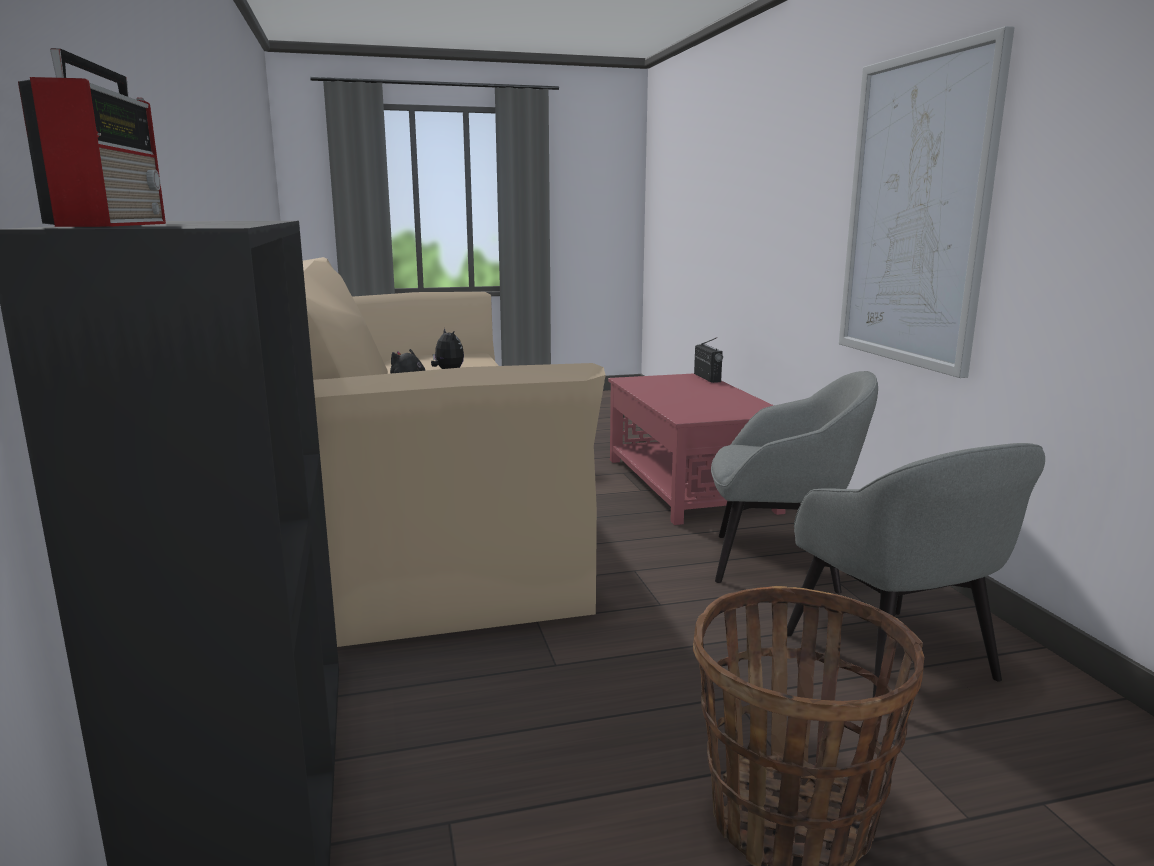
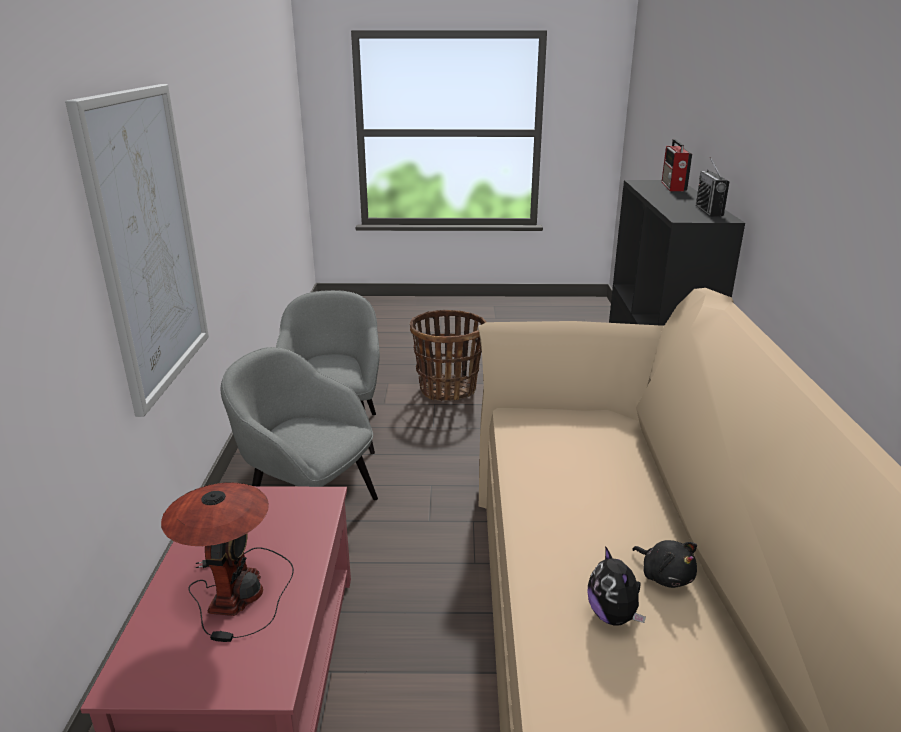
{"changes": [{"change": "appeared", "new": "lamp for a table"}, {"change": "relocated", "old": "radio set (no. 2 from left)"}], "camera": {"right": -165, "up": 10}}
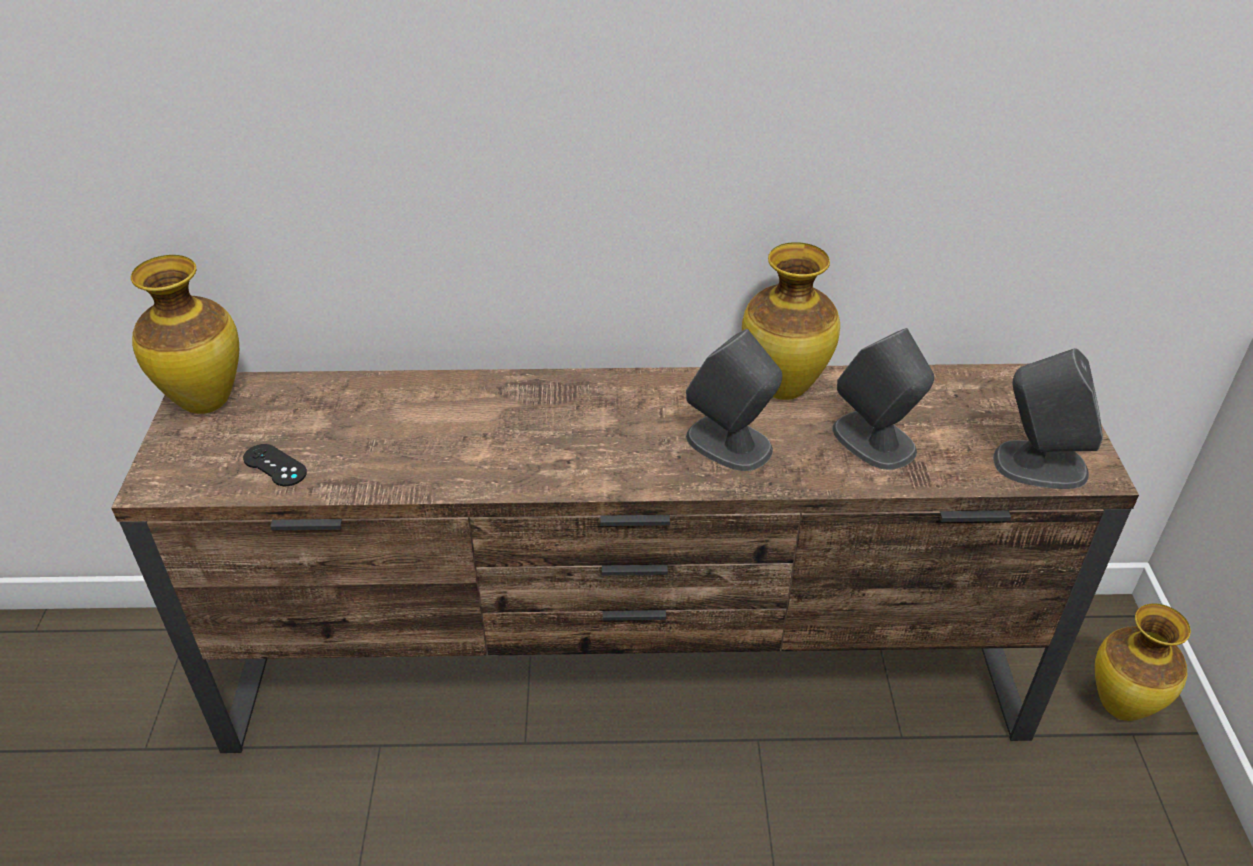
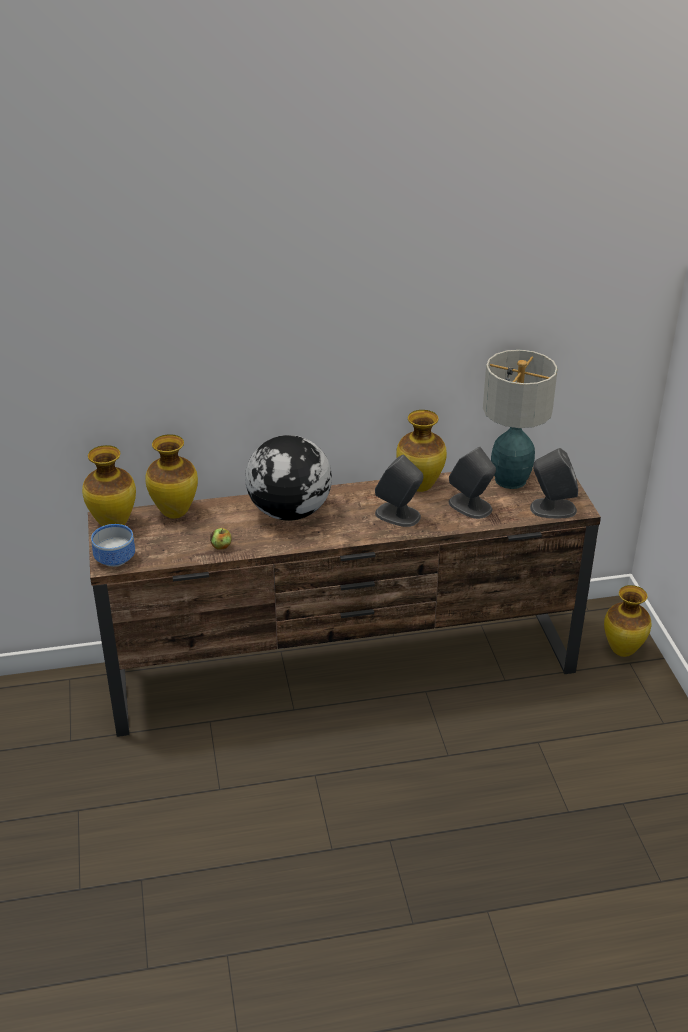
{"changes": [{"change": "appeared", "new": "bowl"}, {"change": "appeared", "new": "vase (no. 2 from left)"}, {"change": "appeared", "new": "whole apple"}, {"change": "appeared", "new": "world globe"}, {"change": "appeared", "new": "lamp for a table"}, {"change": "missing", "old": "black-coloured gamepad"}], "camera": {"right": -10, "up": -5}}
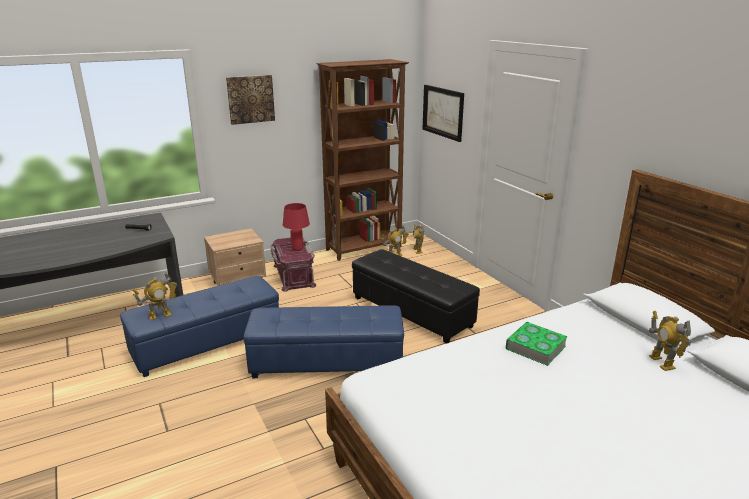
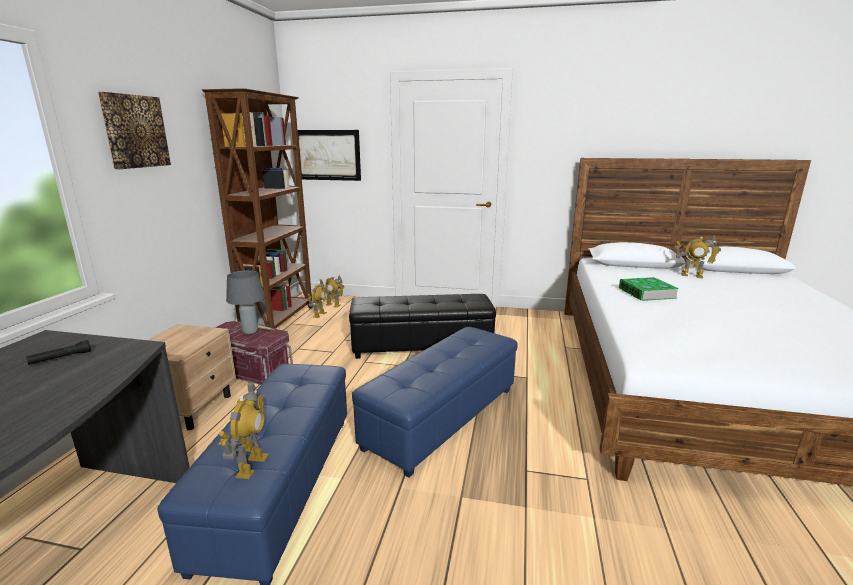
{"changes": [{"change": "colour", "old": "red lamp for a table", "new": "gray lamp for a table"}], "camera": {"right": -50, "up": -5}}
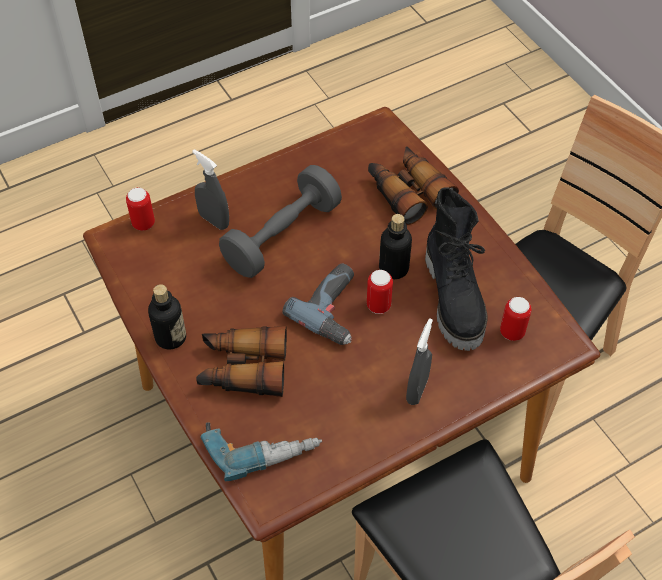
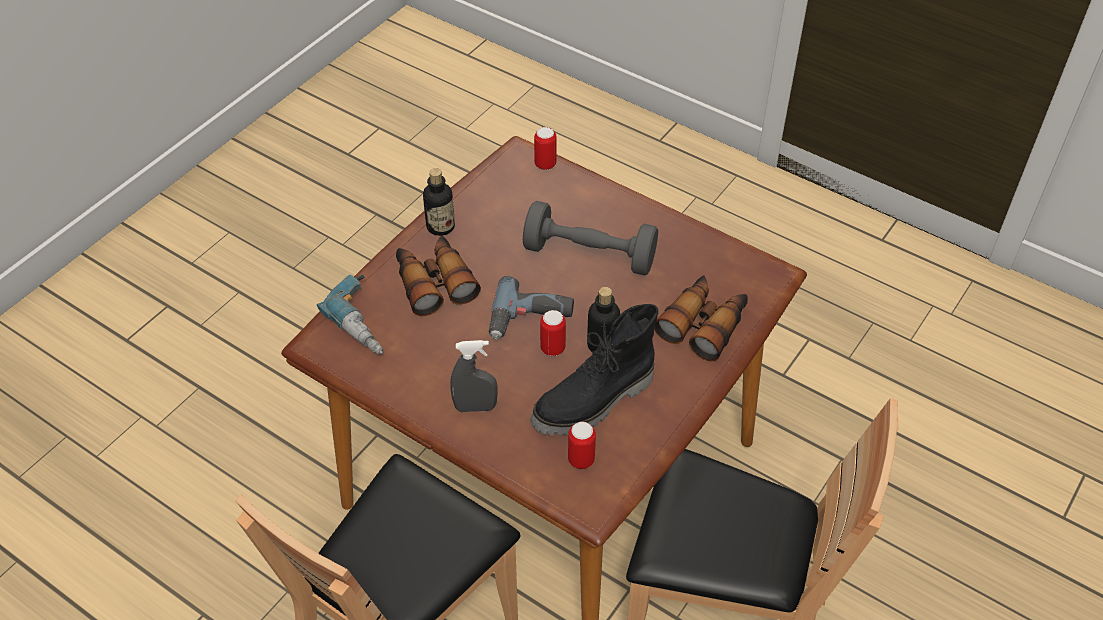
{"changes": [{"change": "missing", "old": "gray hand sprayer (no. 1 from left)"}], "camera": {"right": 65, "up": -5}}
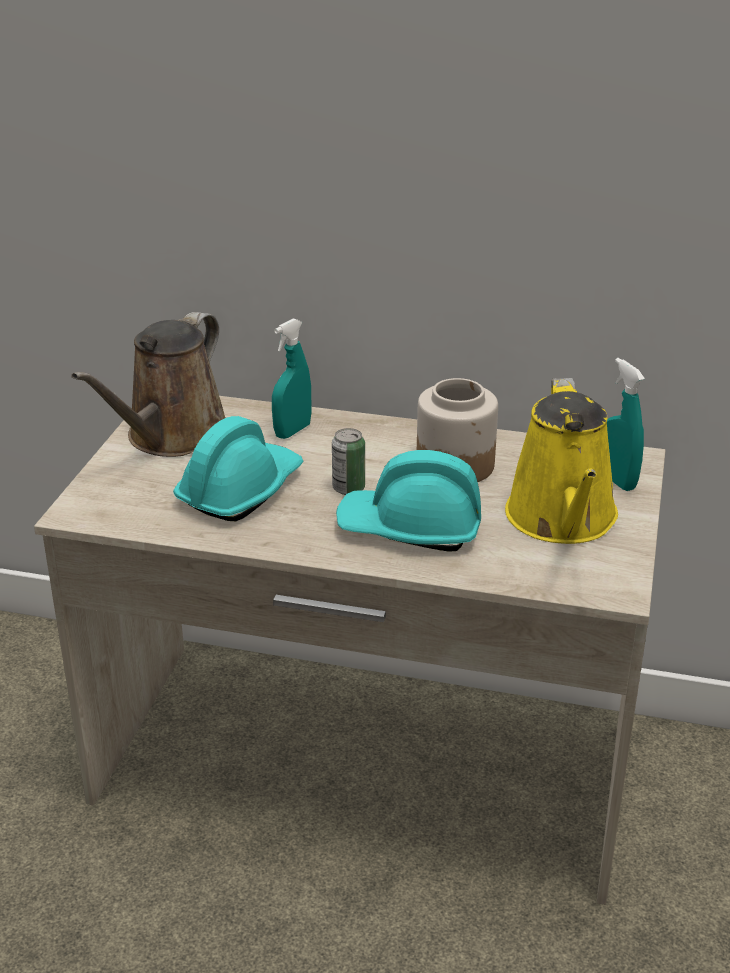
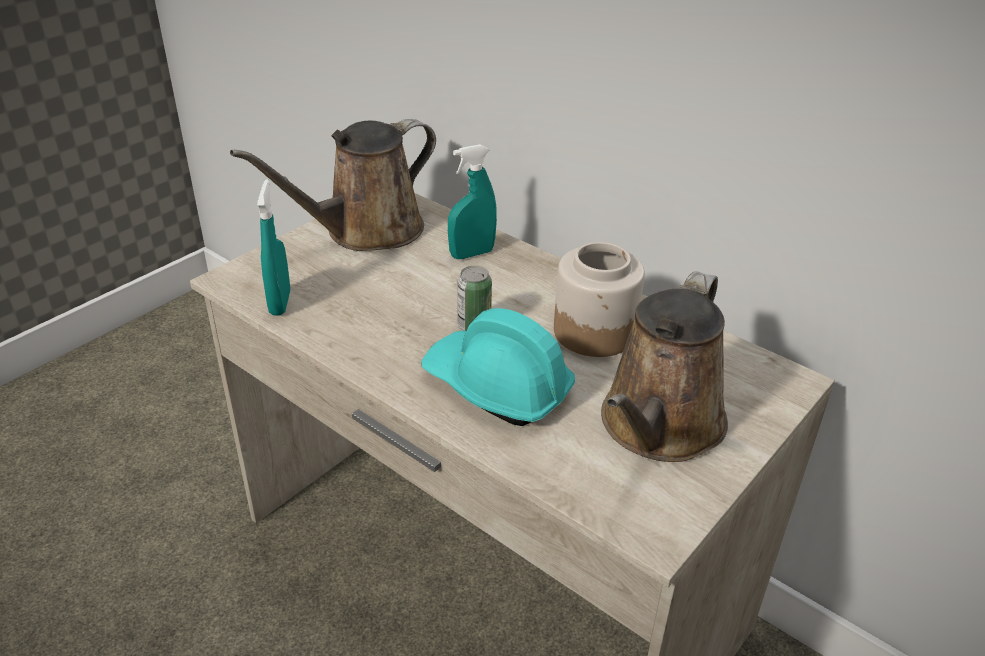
{"changes": [{"change": "relocated", "old": "turquoise hand sprayer (no. 2 from left in the first image)", "new": "turquoise hand sprayer (no. 1 from left)"}, {"change": "colour", "old": "yellow sprinkling can", "new": "brown-coloured sprinkling can (no. 2 from left)"}, {"change": "missing", "old": "turquoise work helmet (no. 1 from left)"}], "camera": {"right": 25, "up": 5}}
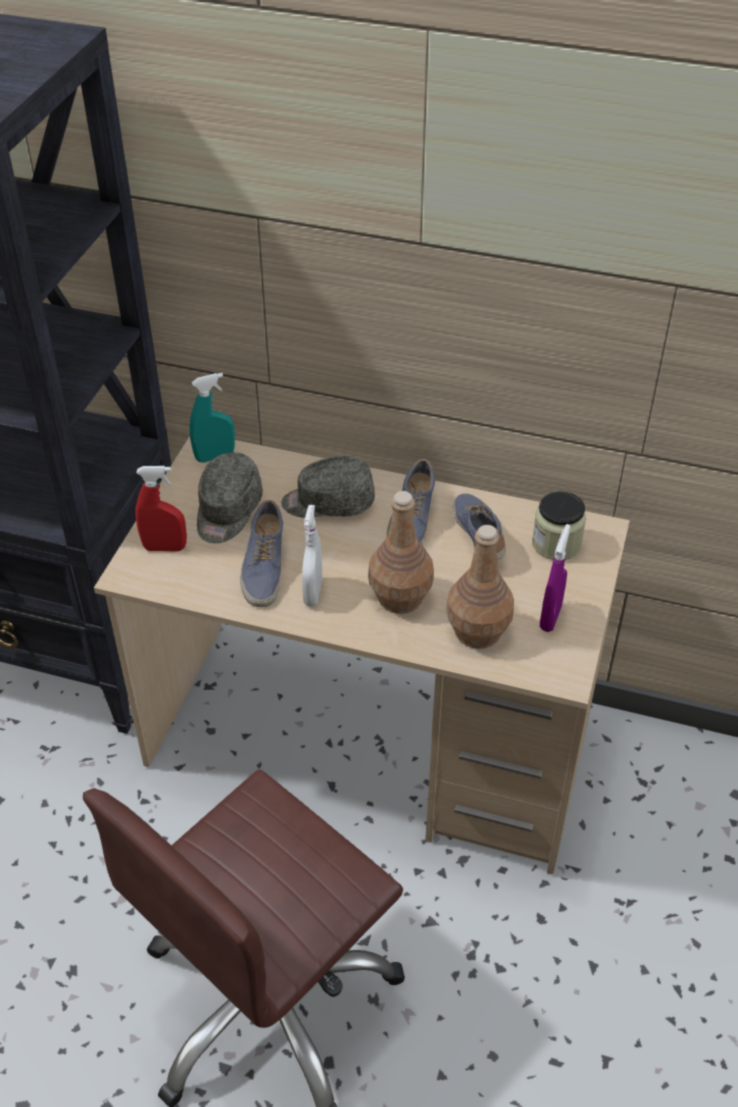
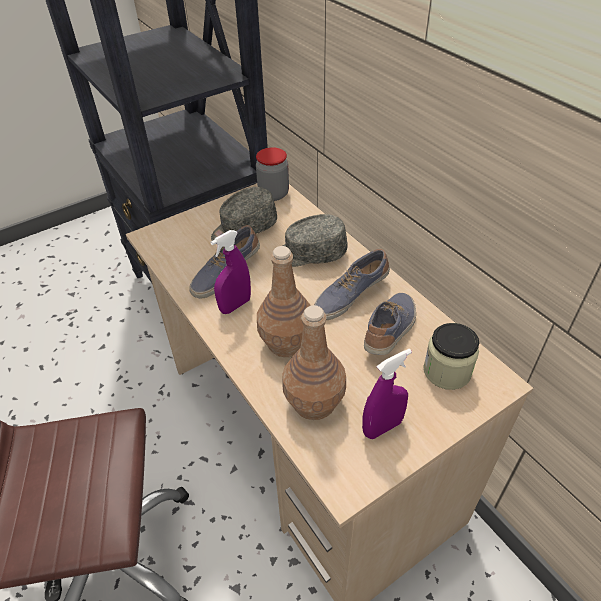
{"changes": [{"change": "colour", "old": "whitish hand sprayer", "new": "purple-coloured hand sprayer (no. 1 from left)"}, {"change": "exchanged", "old": "turquoise hand sprayer", "new": "jar (no. 1 from left)"}, {"change": "spun", "old": "gray baseball cap (no. 2 from left)", "degrees": -45}, {"change": "missing", "old": "red hand sprayer"}], "camera": {"right": 40, "up": 0}}
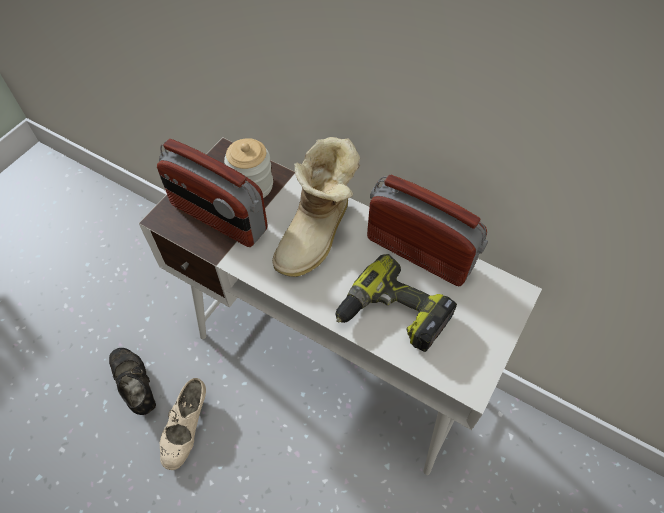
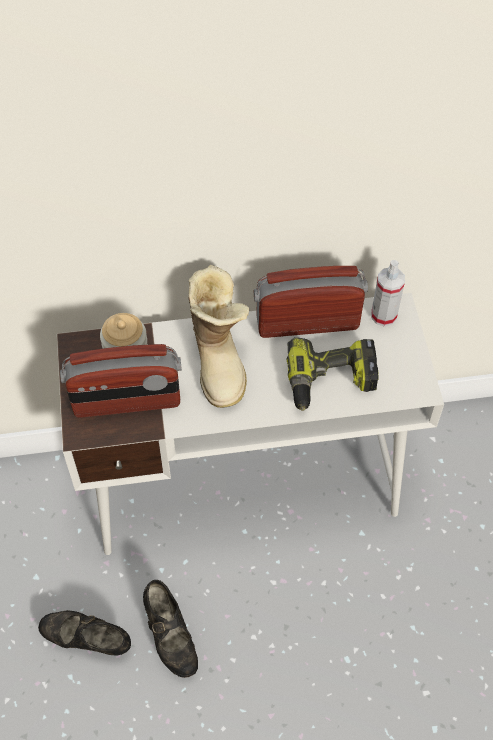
{"changes": [{"change": "colour", "old": "beige low shoe", "new": "black-coloured low shoe (no. 2 from left)"}, {"change": "appeared", "new": "hand sprayer"}], "camera": {"right": -40, "up": 0}}
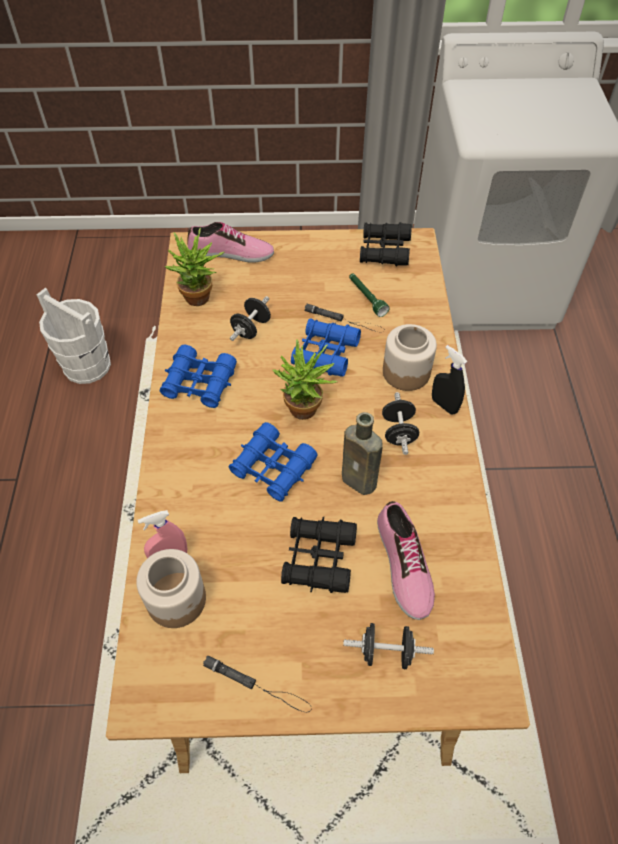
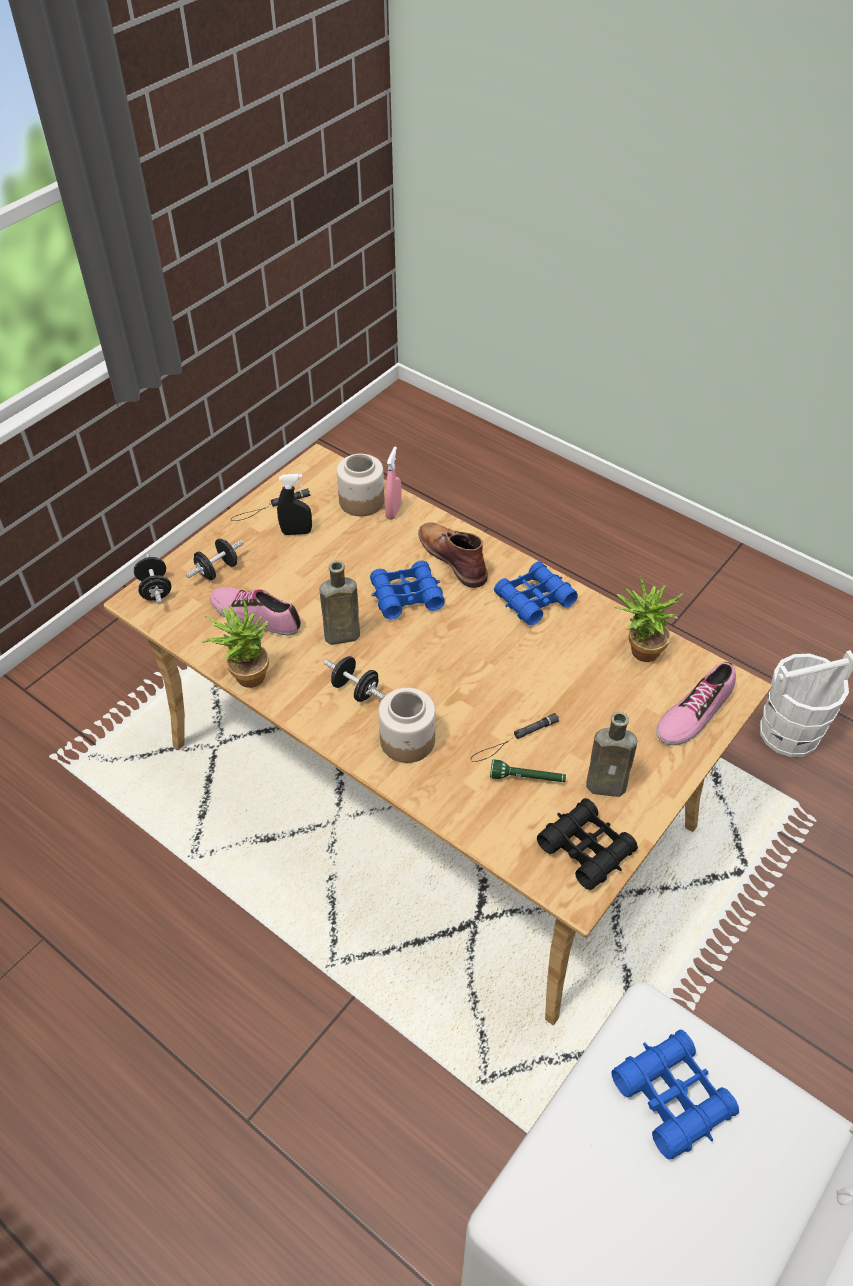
{"changes": [{"change": "relocated", "old": "black-coloured free weight (no. 1 from left)"}, {"change": "relocated", "old": "houseplant (no. 2 from left in the first image)", "new": "houseplant (no. 1 from left)"}, {"change": "relocated", "old": "black-coloured hand sprayer"}, {"change": "appeared", "new": "brown-coloured boot"}, {"change": "appeared", "new": "brown-coloured beverage bottle (no. 2 from left)"}, {"change": "relocated", "old": "blue field glasses (no. 3 from left)"}, {"change": "missing", "old": "black-coloured field glasses (no. 1 from left)"}], "camera": {"right": 130, "up": -5}}
